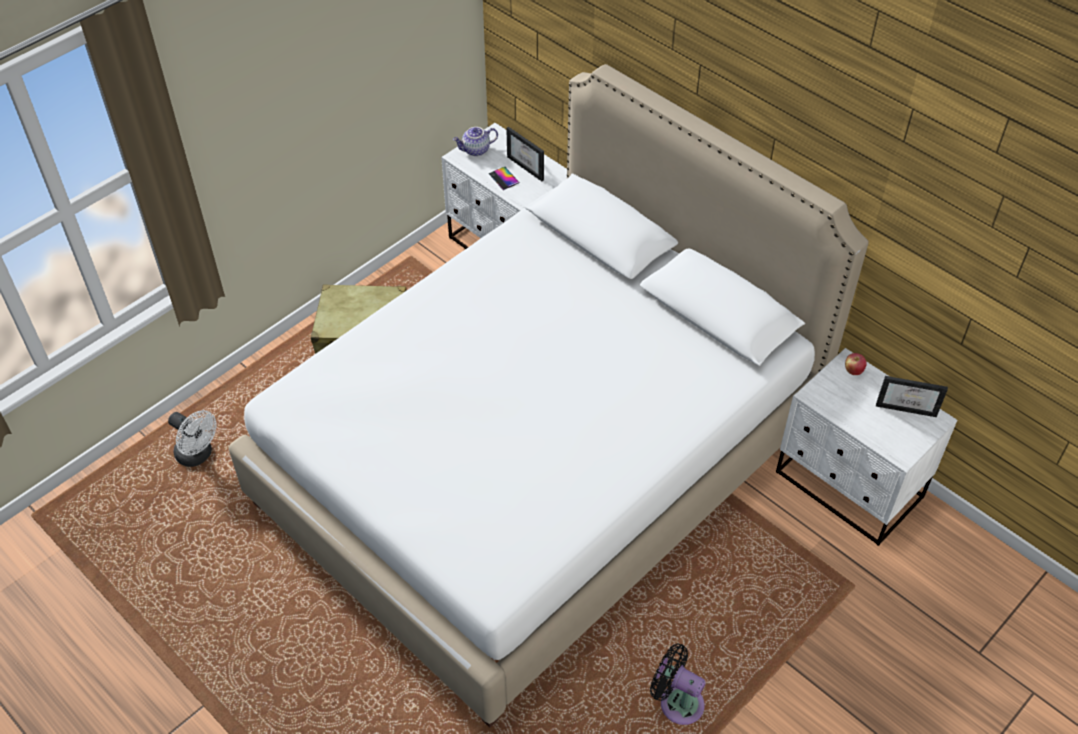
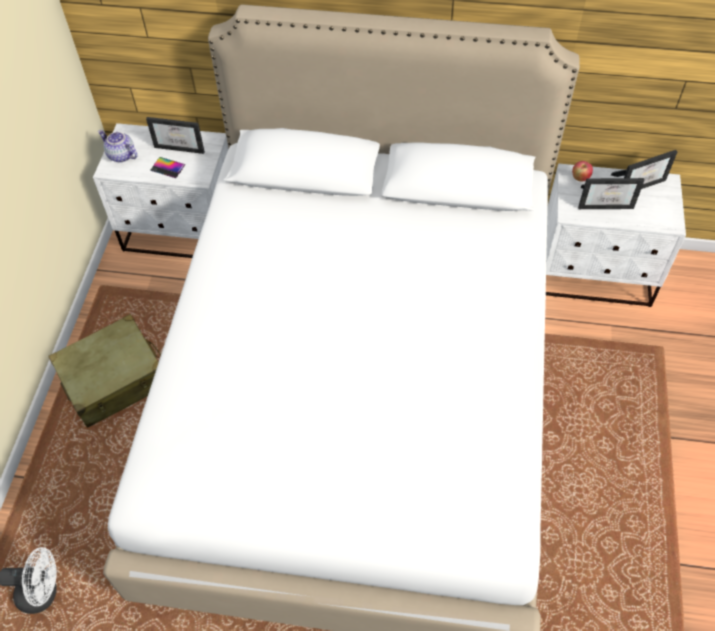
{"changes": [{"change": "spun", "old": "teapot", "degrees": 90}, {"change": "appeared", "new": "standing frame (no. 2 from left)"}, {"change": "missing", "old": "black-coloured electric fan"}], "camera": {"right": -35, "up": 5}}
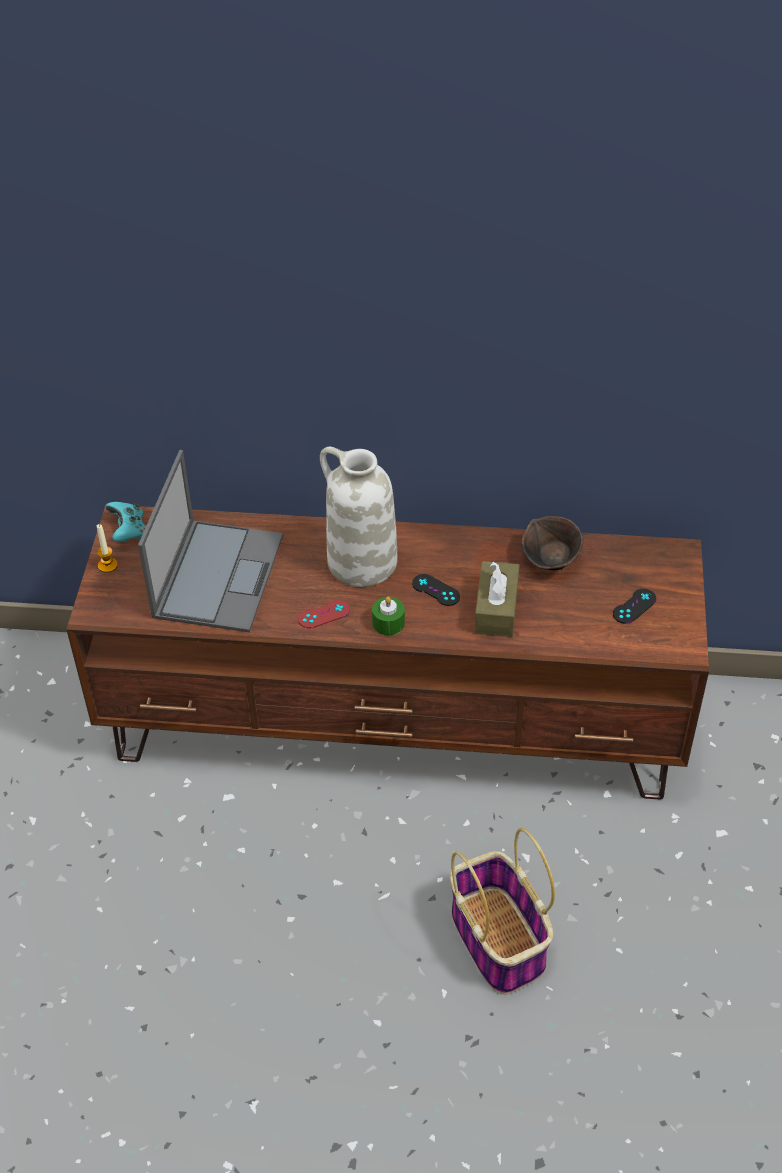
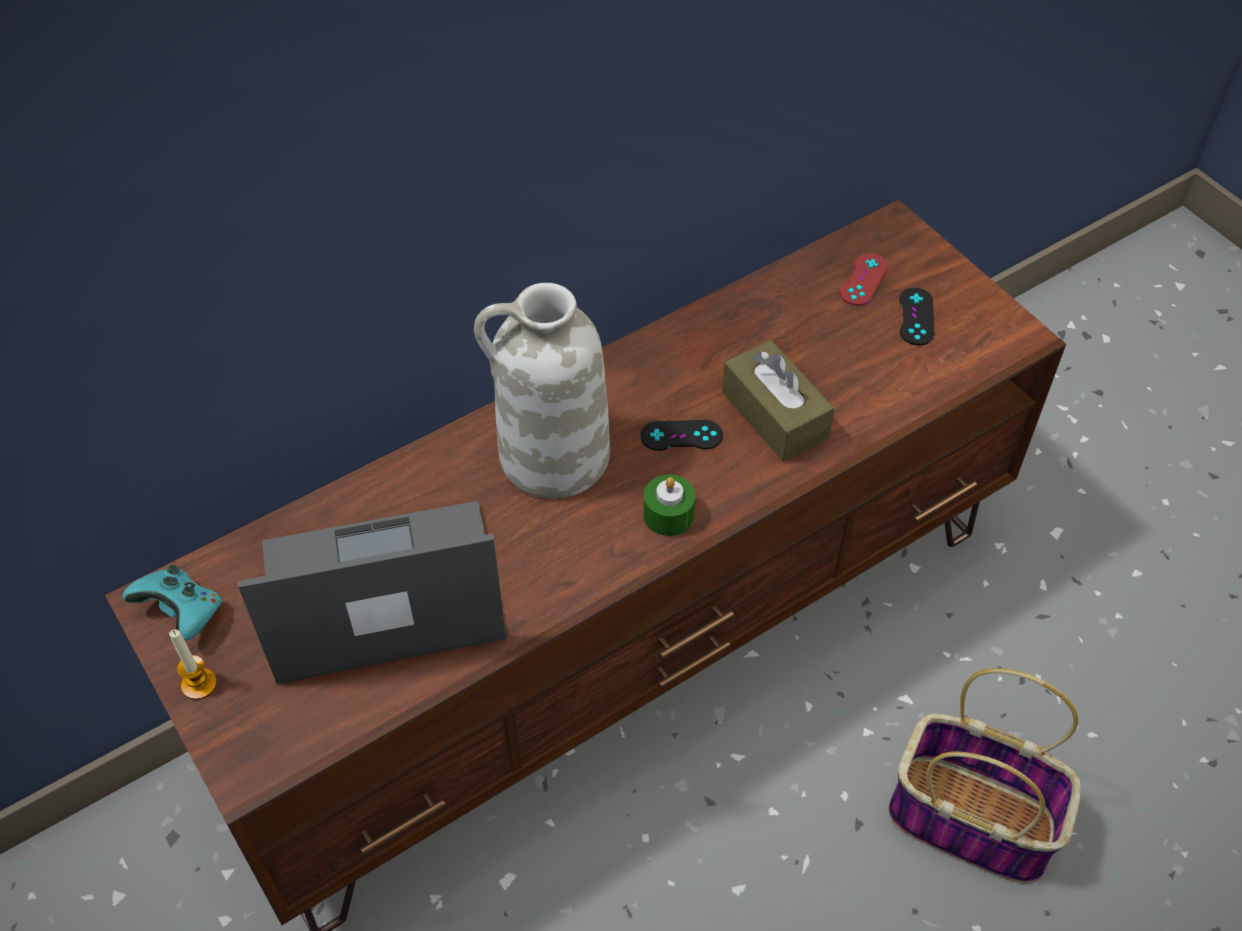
{"changes": [{"change": "spun", "old": "laptop", "degrees": -75}, {"change": "relocated", "old": "red gamepad"}, {"change": "missing", "old": "brown-coloured bowl"}], "camera": {"right": -40, "up": 5}}
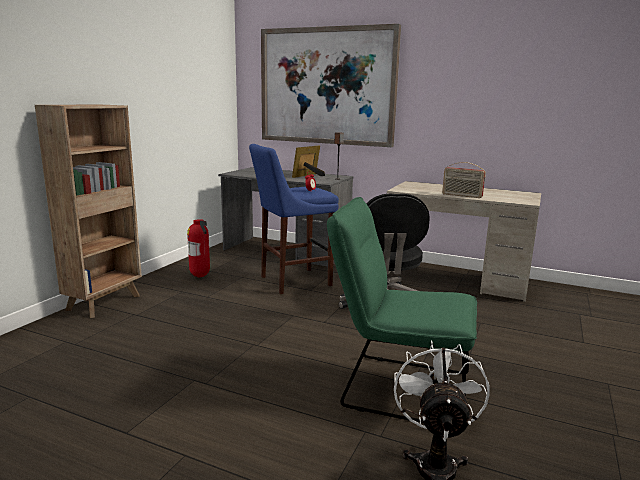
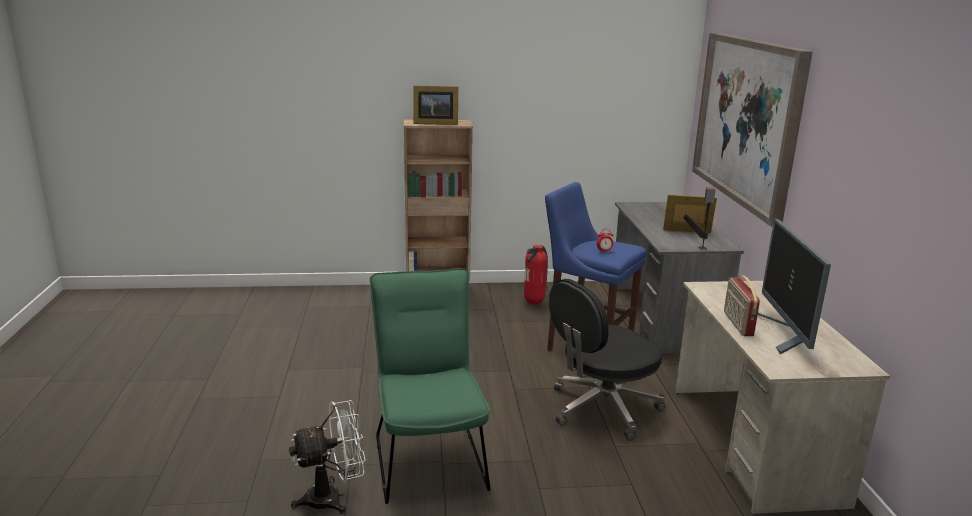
{"changes": [{"change": "appeared", "new": "standing frame (no. 1 from left)"}, {"change": "appeared", "new": "computer screen"}], "camera": {"right": 60, "up": 5}}
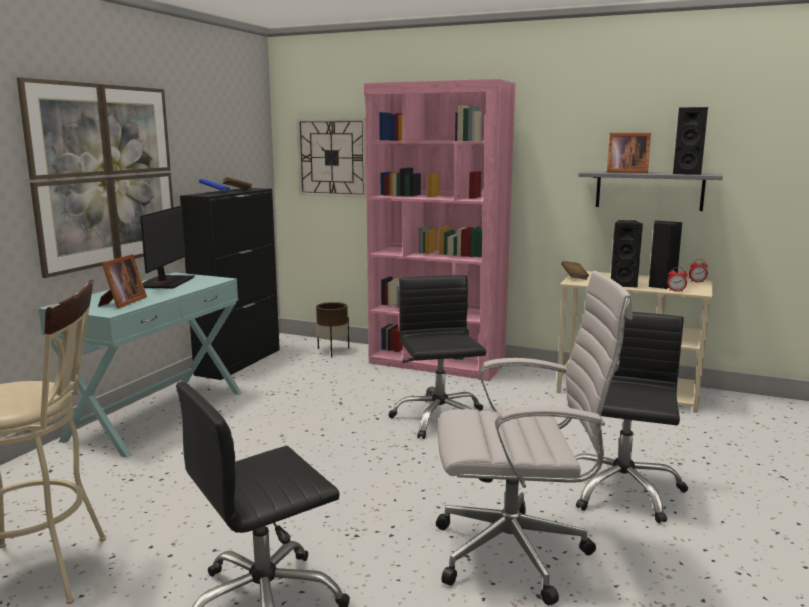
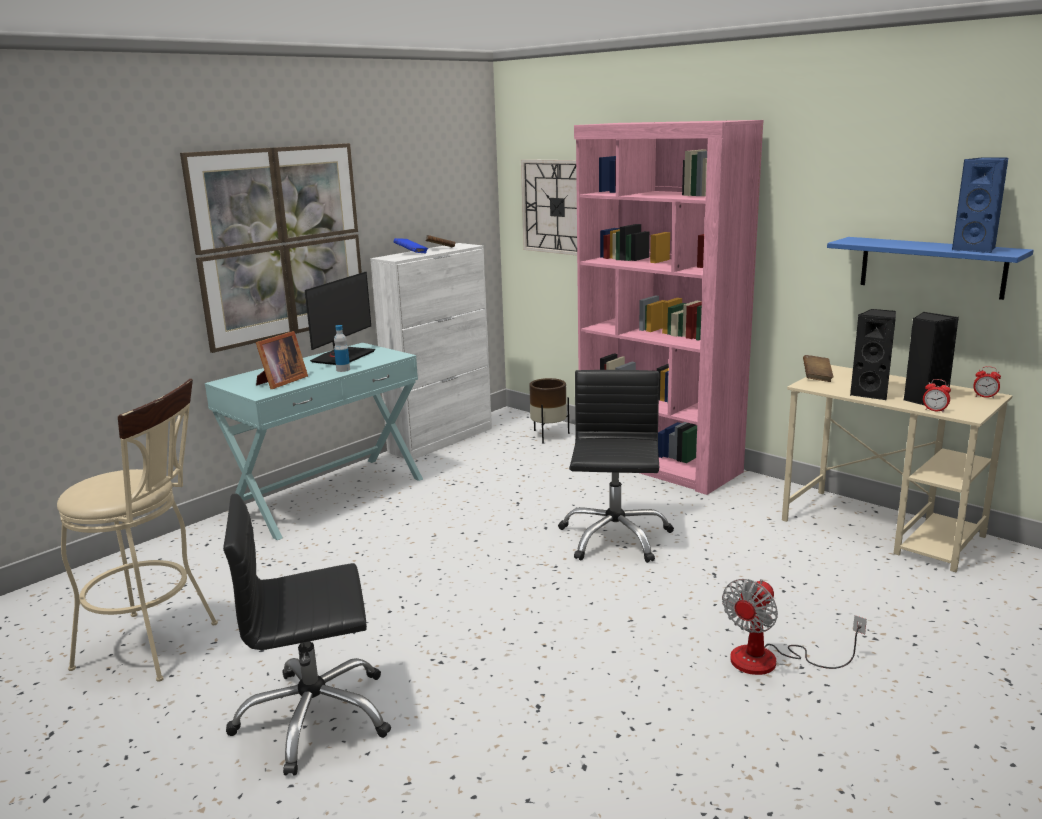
{"changes": [{"change": "appeared", "new": "beverage bottle"}, {"change": "colour", "old": "black-coloured cabinet", "new": "whitish cabinet"}, {"change": "exchanged", "old": "black-coloured computer chair (no. 3 from left)", "new": "electric fan"}, {"change": "colour", "old": "gray wall shelf", "new": "blue wall shelf"}, {"change": "colour", "old": "black-coloured speaker (no. 3 from left)", "new": "blue speaker"}, {"change": "missing", "old": "whitish computer chair"}, {"change": "missing", "old": "standing frame (no. 2 from left)"}], "camera": {"right": 20, "up": 5}}
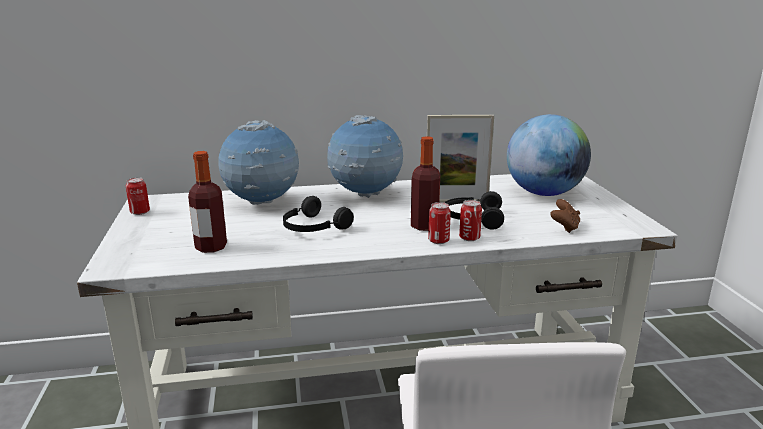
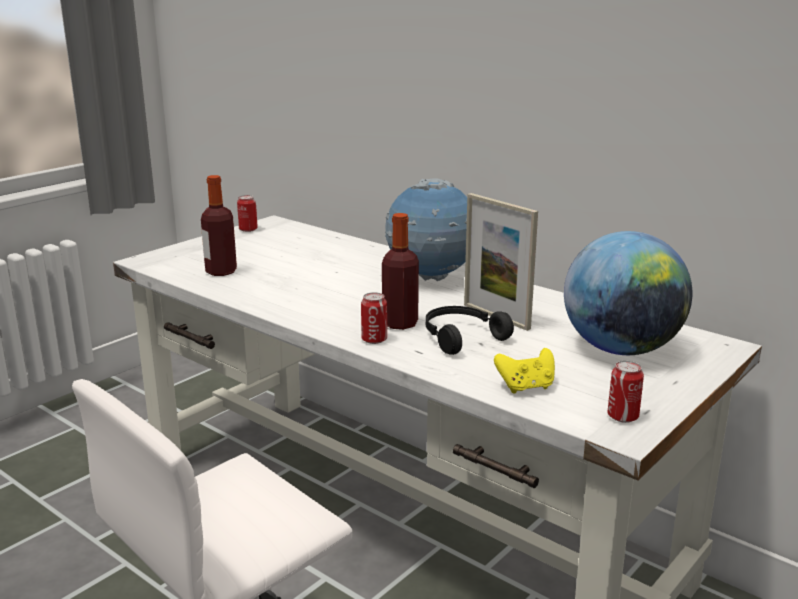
{"changes": [{"change": "colour", "old": "brown-coloured gamepad", "new": "yellow gamepad"}, {"change": "relocated", "old": "metal can (no. 3 from left)"}, {"change": "missing", "old": "world globe (no. 1 from left)"}, {"change": "missing", "old": "black-coloured headset (no. 1 from left)"}], "camera": {"right": 50, "up": 0}}
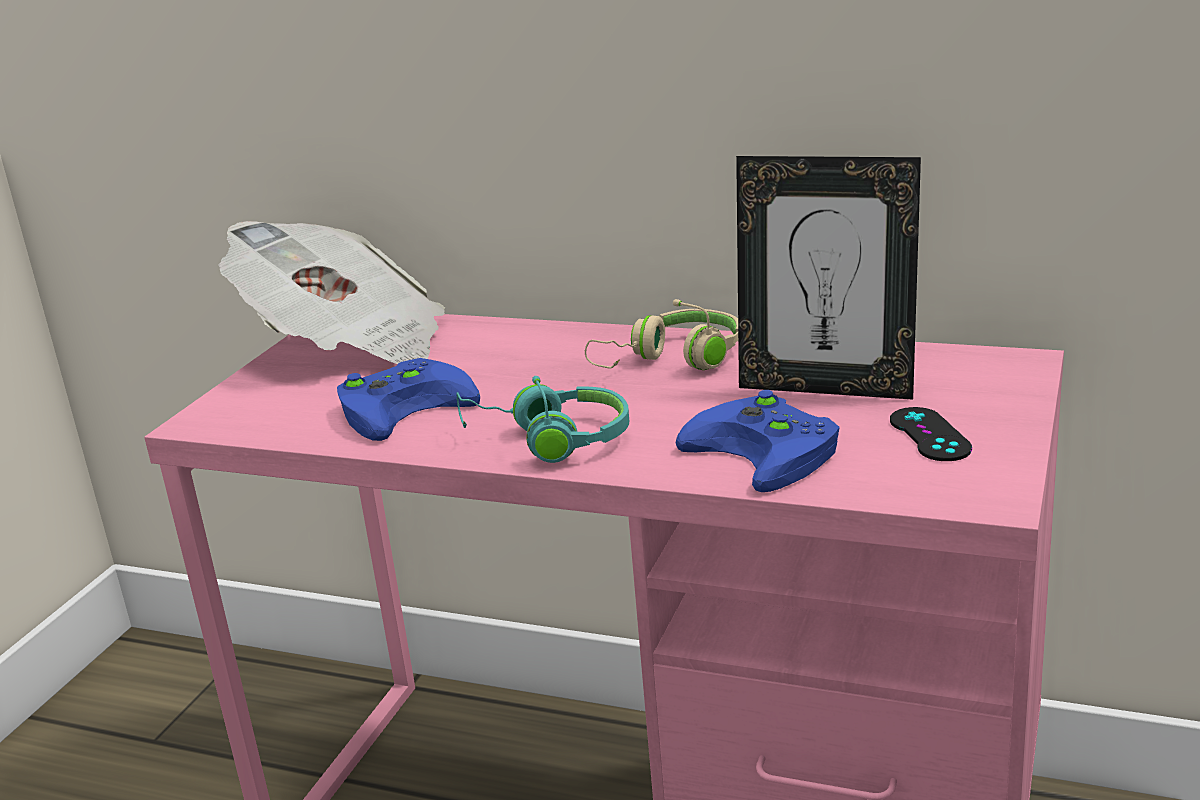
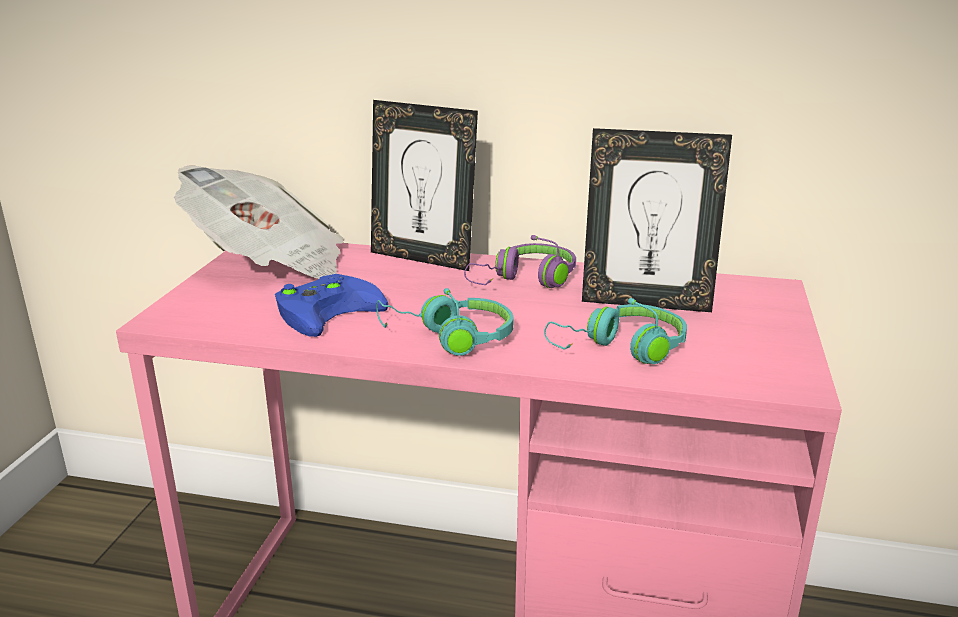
{"changes": [{"change": "appeared", "new": "standing frame (no. 1 from left)"}, {"change": "colour", "old": "beige headset", "new": "purple-coloured headset"}, {"change": "exchanged", "old": "blue gamepad (no. 2 from left)", "new": "turquoise headset (no. 2 from left)"}, {"change": "missing", "old": "black-coloured gamepad"}], "camera": {"right": -10, "up": 0}}
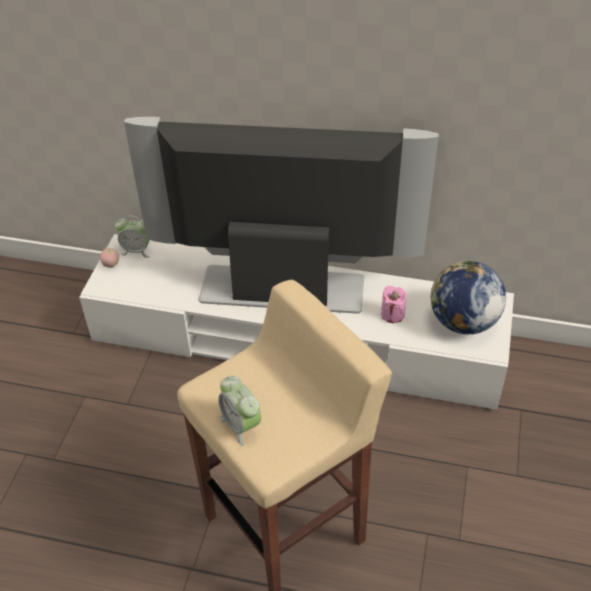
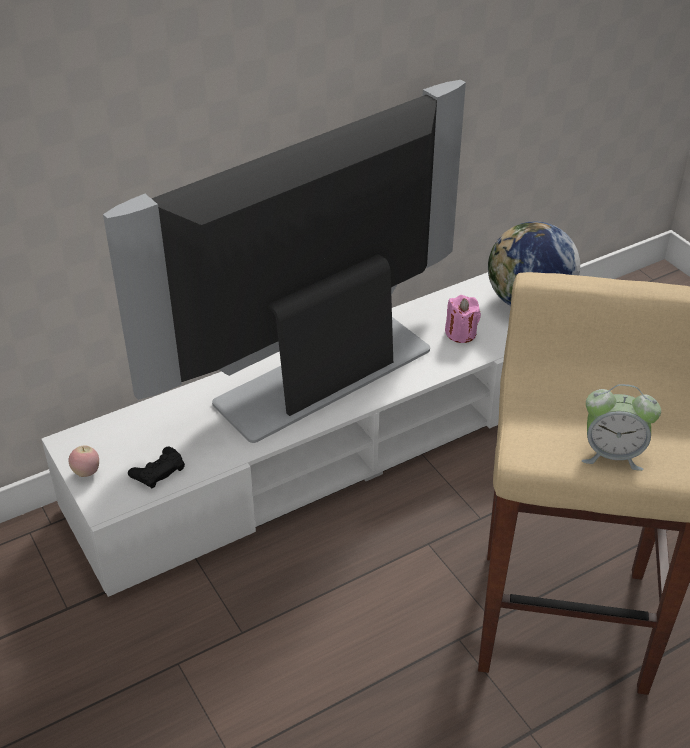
{"changes": [{"change": "appeared", "new": "black-coloured gamepad"}, {"change": "missing", "old": "alarm clock (no. 1 from left)"}], "camera": {"right": -45, "up": -5}}
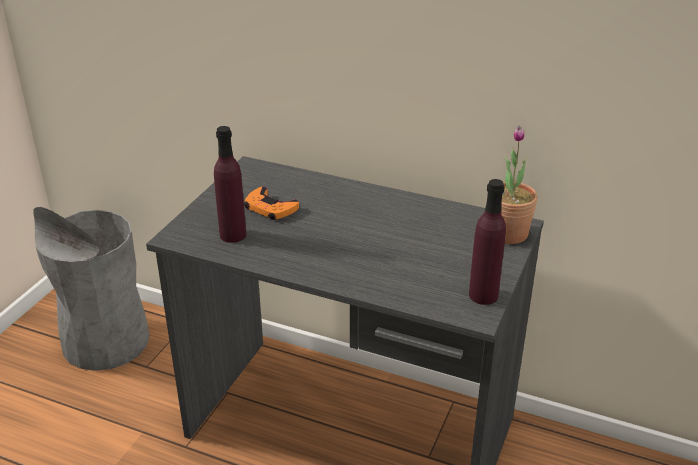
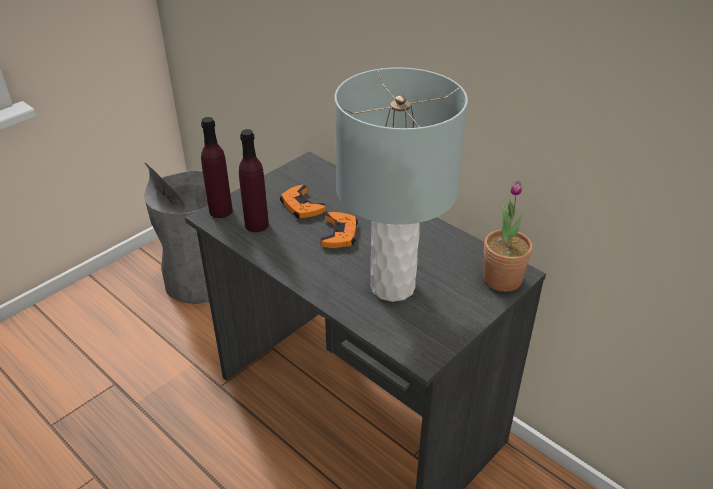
{"changes": [{"change": "relocated", "old": "purple-coloured beverage bottle (no. 2 from left in the first image)", "new": "purple-coloured beverage bottle (no. 1 from left)"}, {"change": "appeared", "new": "orangey gamepad (no. 2 from left)"}, {"change": "appeared", "new": "gray lamp for a table"}], "camera": {"right": 20, "up": 5}}
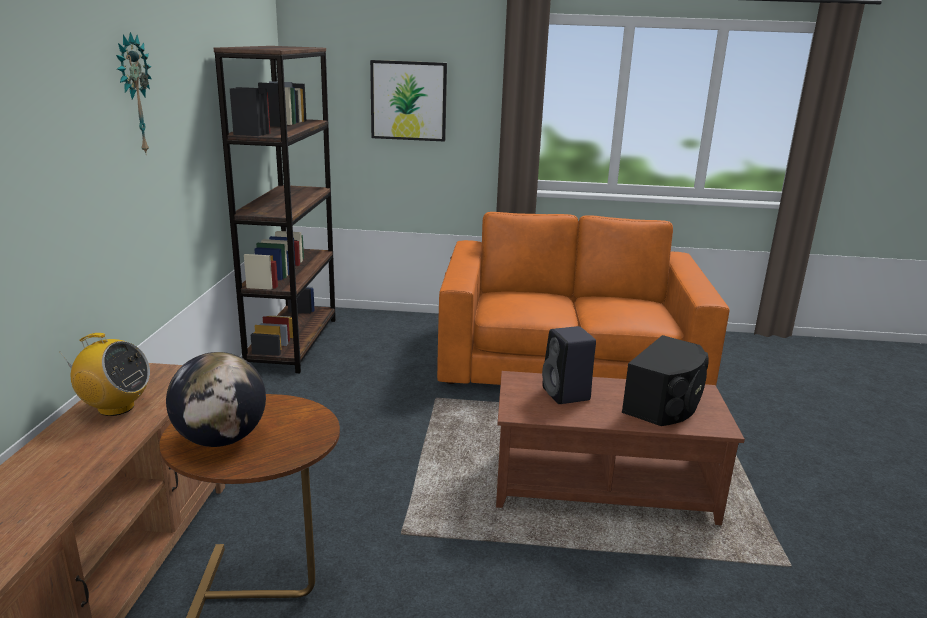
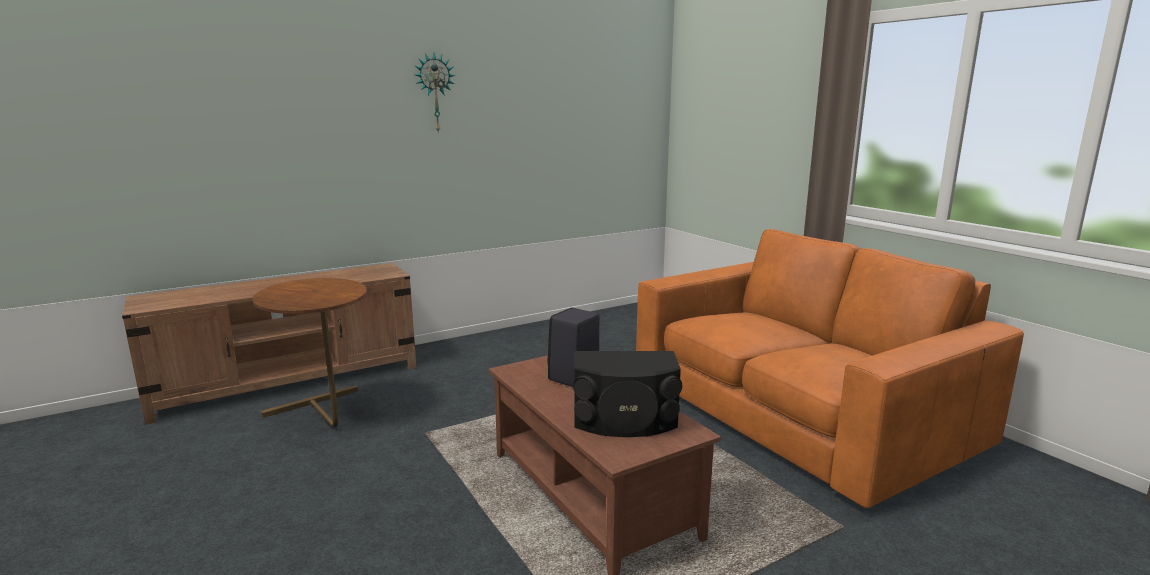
{"changes": [{"change": "missing", "old": "radio set"}, {"change": "missing", "old": "world globe"}, {"change": "missing", "old": "brown-coloured shelving unit"}, {"change": "missing", "old": "wall picture"}], "camera": {"right": 55, "up": -5}}
